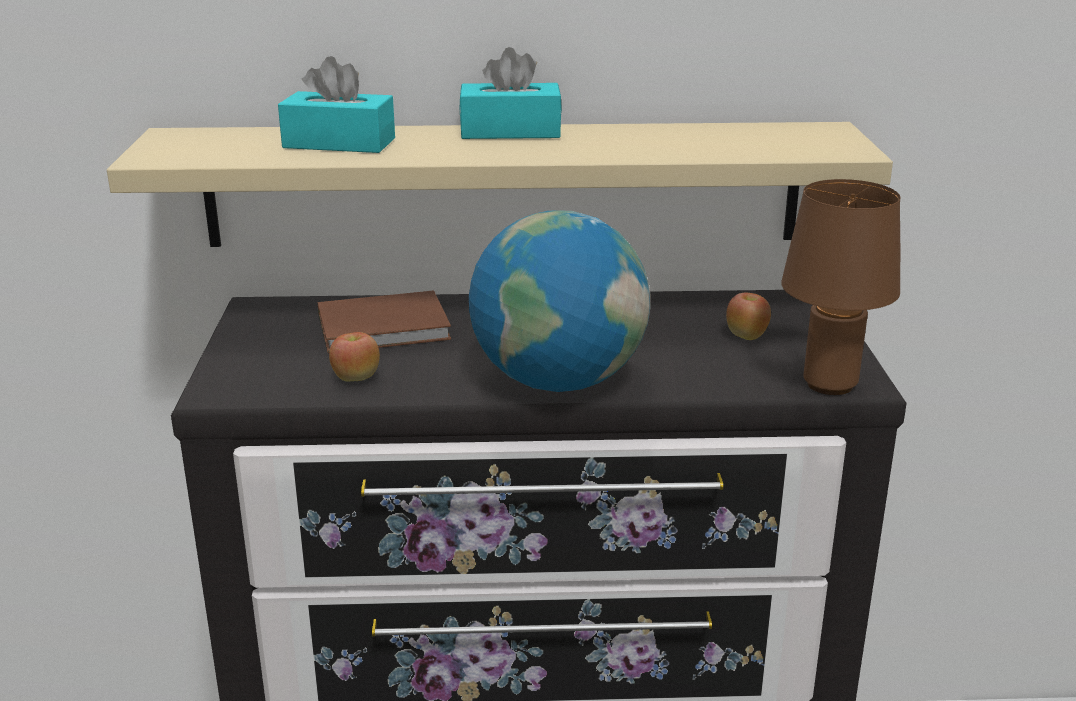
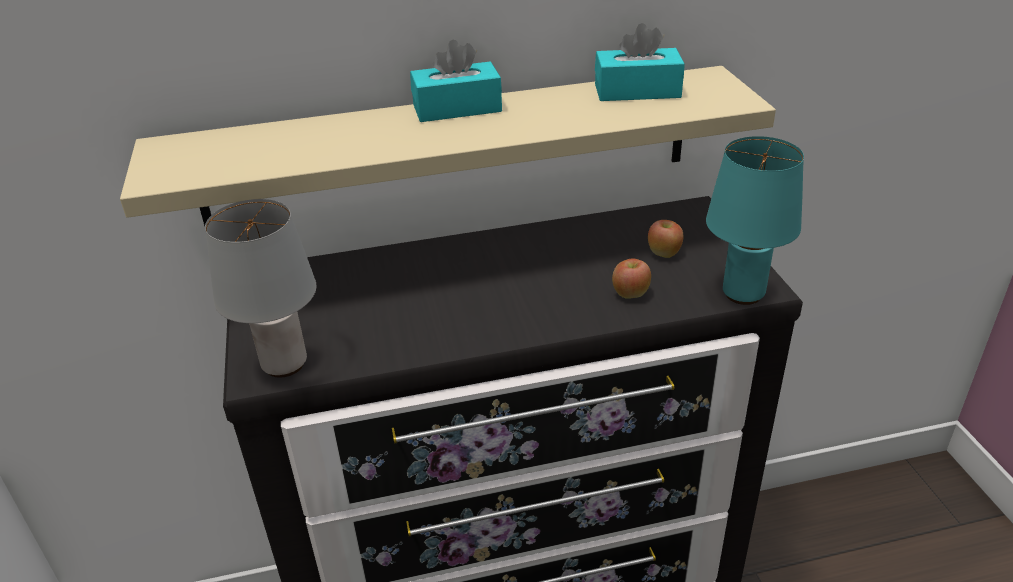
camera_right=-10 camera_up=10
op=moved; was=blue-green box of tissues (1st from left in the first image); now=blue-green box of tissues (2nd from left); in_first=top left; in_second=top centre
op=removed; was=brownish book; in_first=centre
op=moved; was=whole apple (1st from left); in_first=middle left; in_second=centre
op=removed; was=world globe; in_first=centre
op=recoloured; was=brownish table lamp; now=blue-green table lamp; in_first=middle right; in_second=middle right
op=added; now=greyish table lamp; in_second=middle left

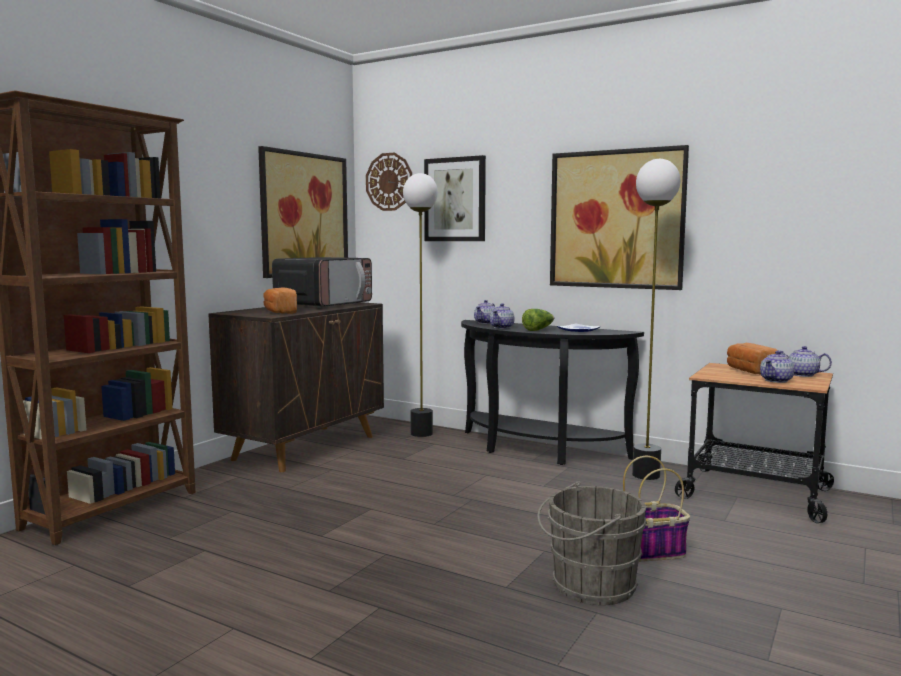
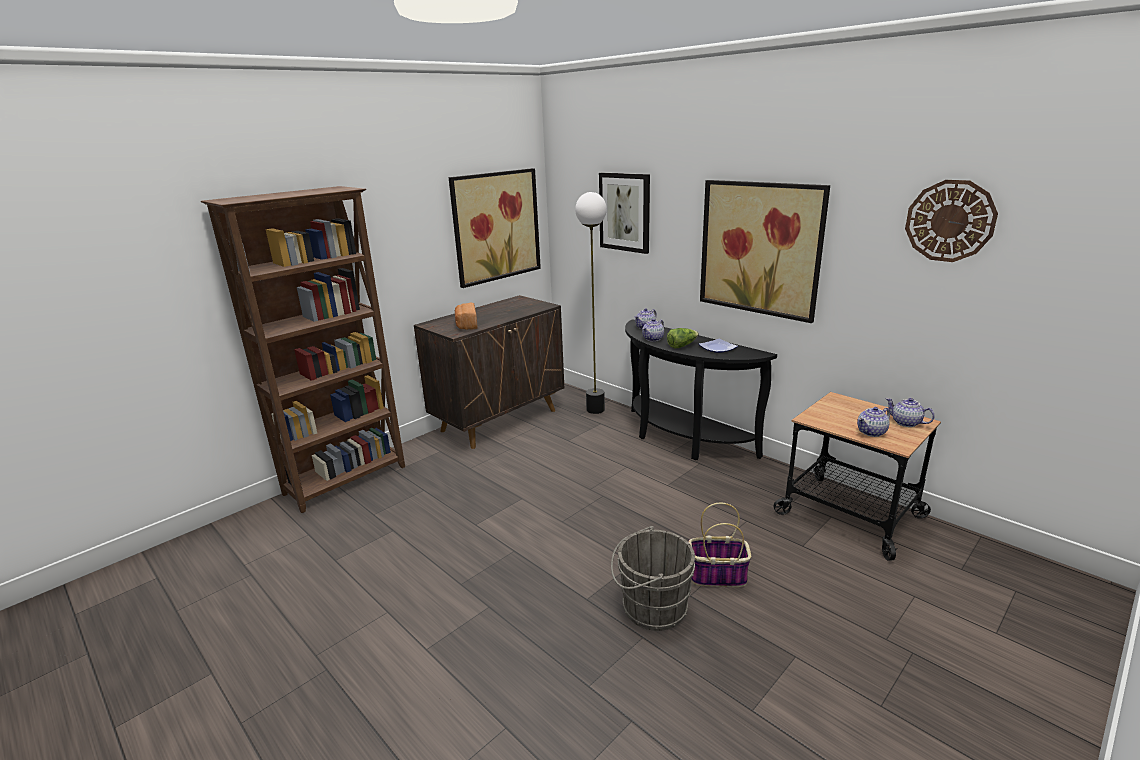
camera_right=15 camera_up=15
op=removed; was=microwave; in_first=centre
op=moved; was=wall clock; in_first=top centre; in_second=top right
op=removed; was=floor lamp (2nd from left); in_first=middle right
op=removed; was=bakery bread (2nd from left); in_first=middle right

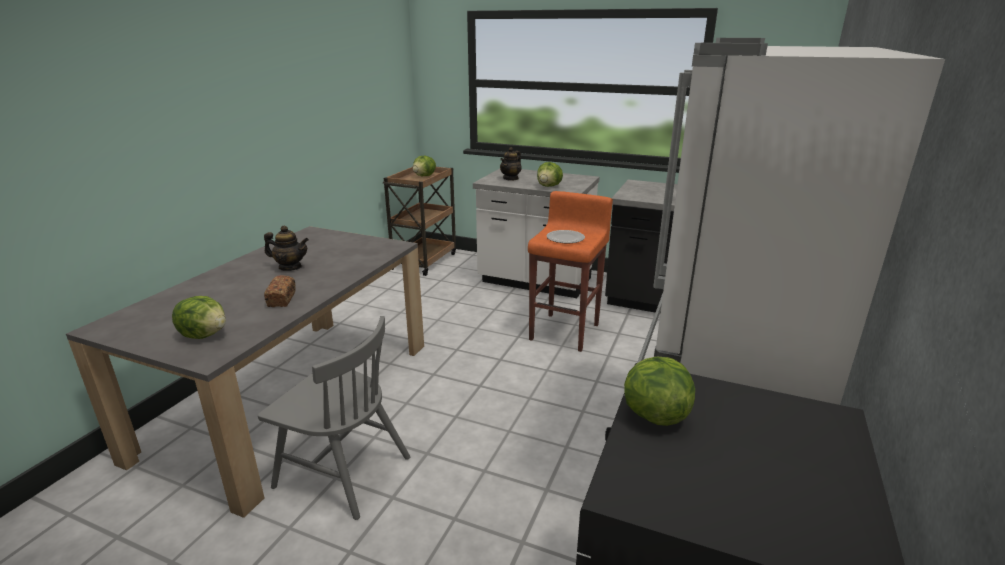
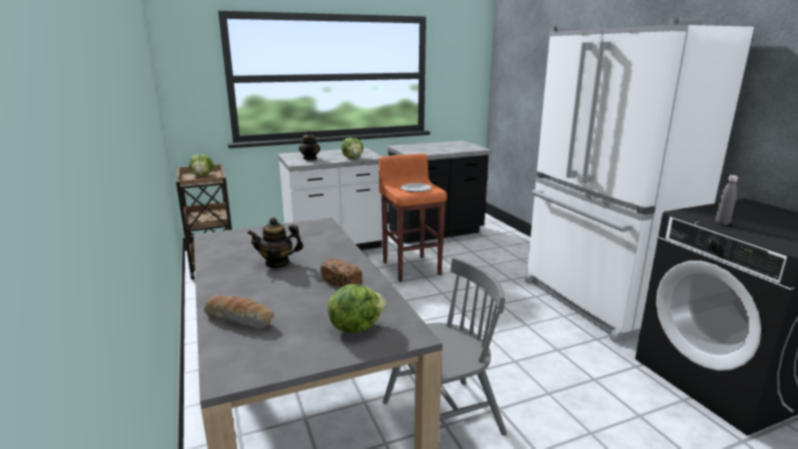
camera_right=-45 camera_up=-5
op=turned; was=pot for tea (1st from left); in_first=middle left; in_second=centre; clockwise=-150
op=replaced; was=lettuce head (4th from left); now=greyish drink bottle; in_first=bottom centre; in_second=middle right
op=added; now=bakery bread (1st from left); in_second=bottom left

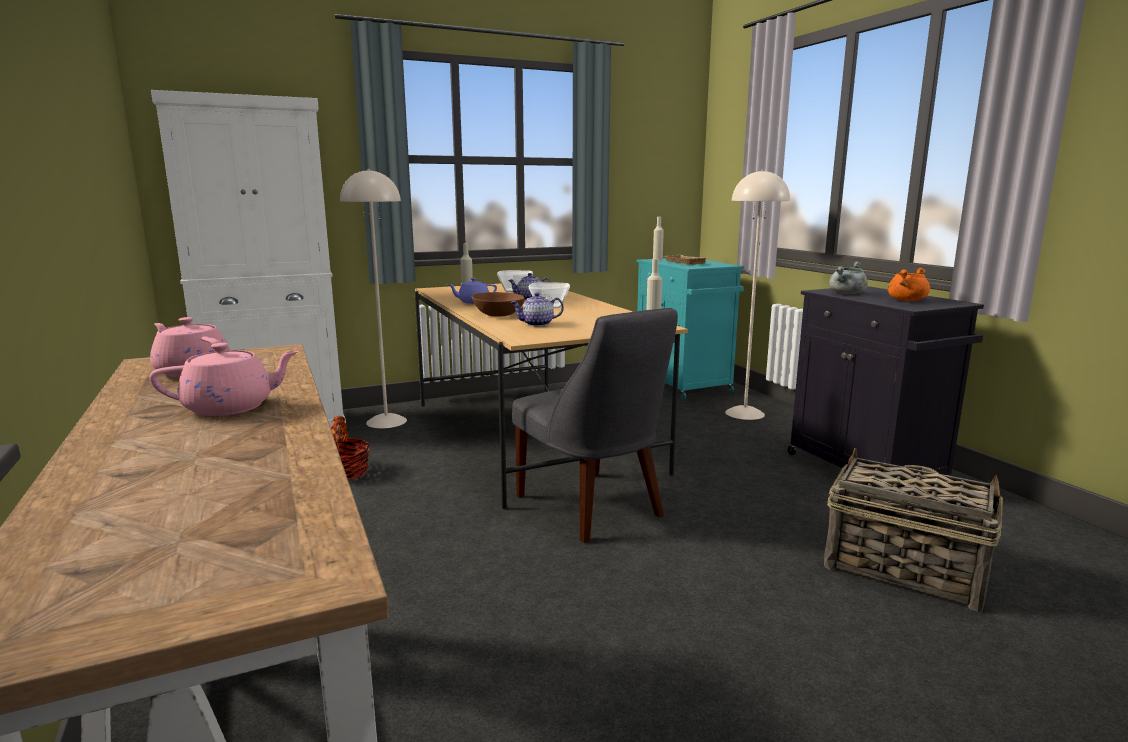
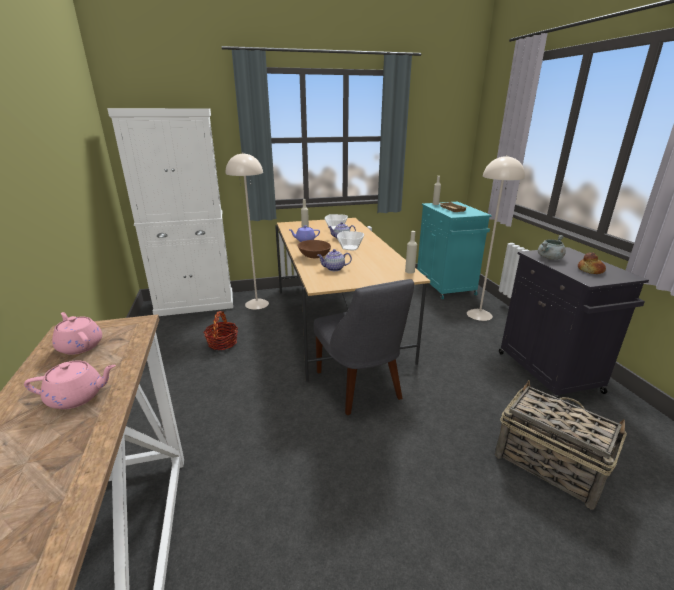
camera_right=10 camera_up=10
op=replaced; was=orange-coloured saucepot; now=bakery bread; in_first=middle right; in_second=middle right

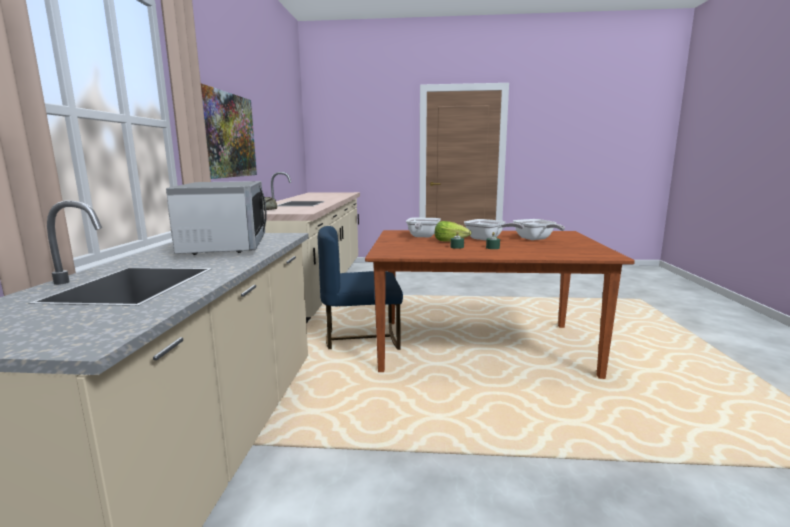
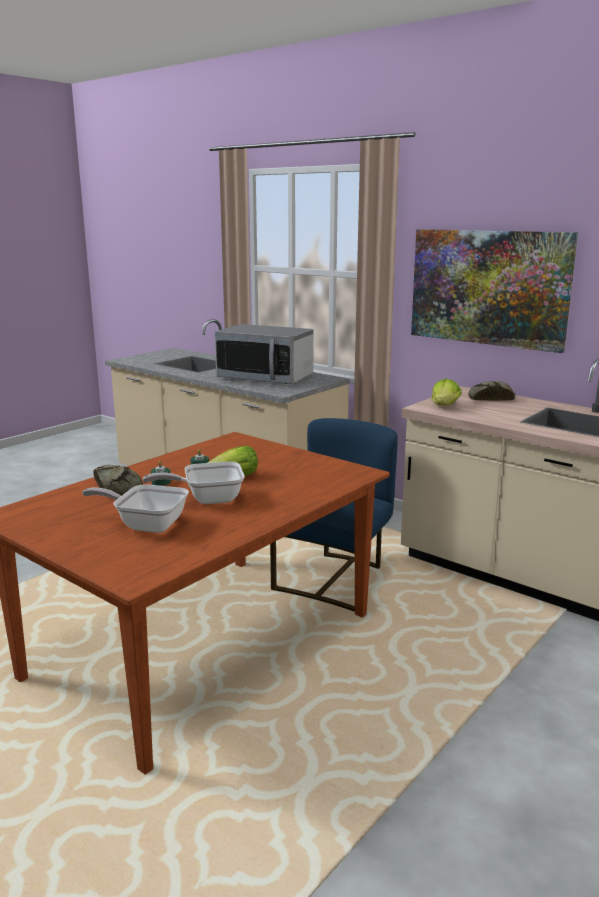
camera_right=125 camera_up=5
op=removed; was=skillet (1st from left); in_first=centre
op=added; now=bakery bread (1st from left); in_second=middle left
op=added; now=lettuce head (2nd from left); in_second=middle right

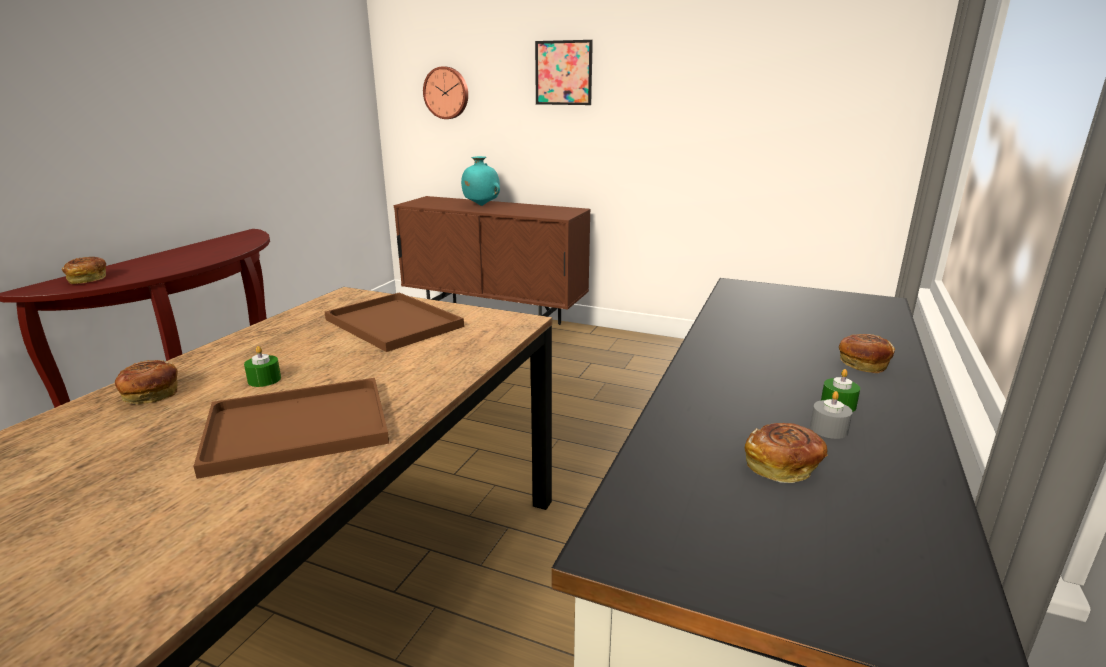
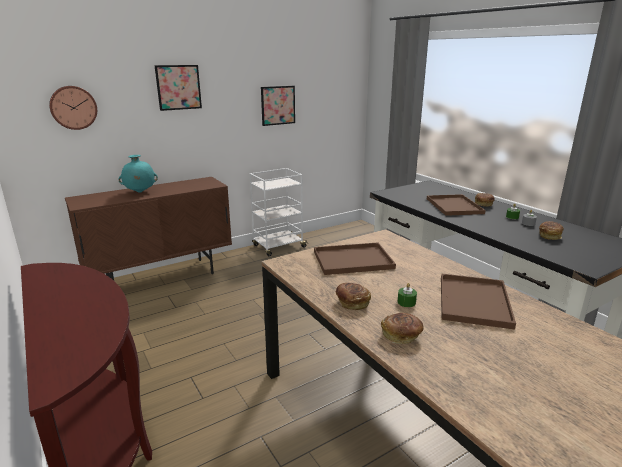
camera_right=-55 camera_up=0
op=moved; was=bakery bread (1st from left); in_first=middle left; in_second=centre
op=added; now=white cart; in_second=centre
op=added; now=wall art (2nd from left); in_second=top centre
op=added; now=brownish carrying tray (2nd from left); in_second=middle right

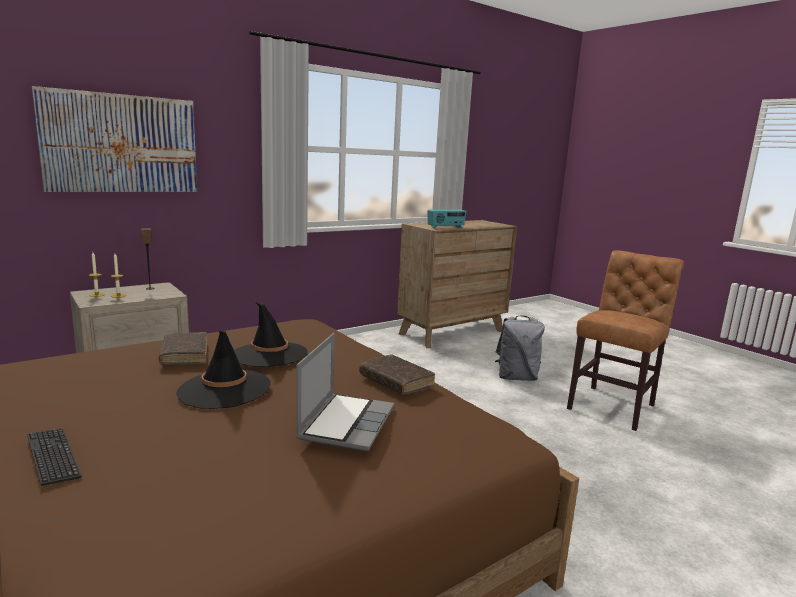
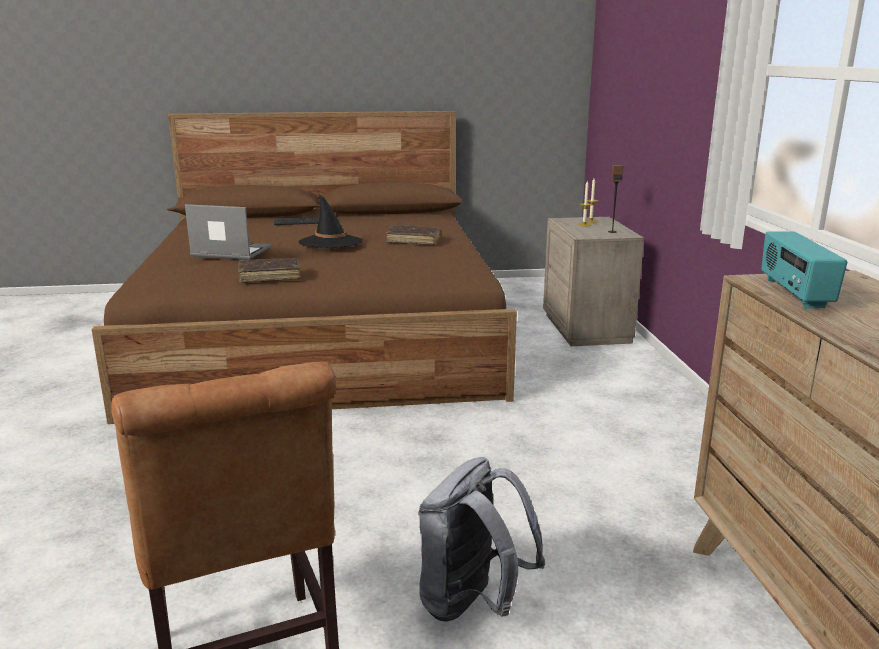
camera_right=120 camera_up=5
op=removed; was=wall art; in_first=top left
op=removed; was=black-coloured hat (2nd from left); in_first=centre
op=turned; was=notebook computer; in_first=centre; in_second=middle left; clockwise=150

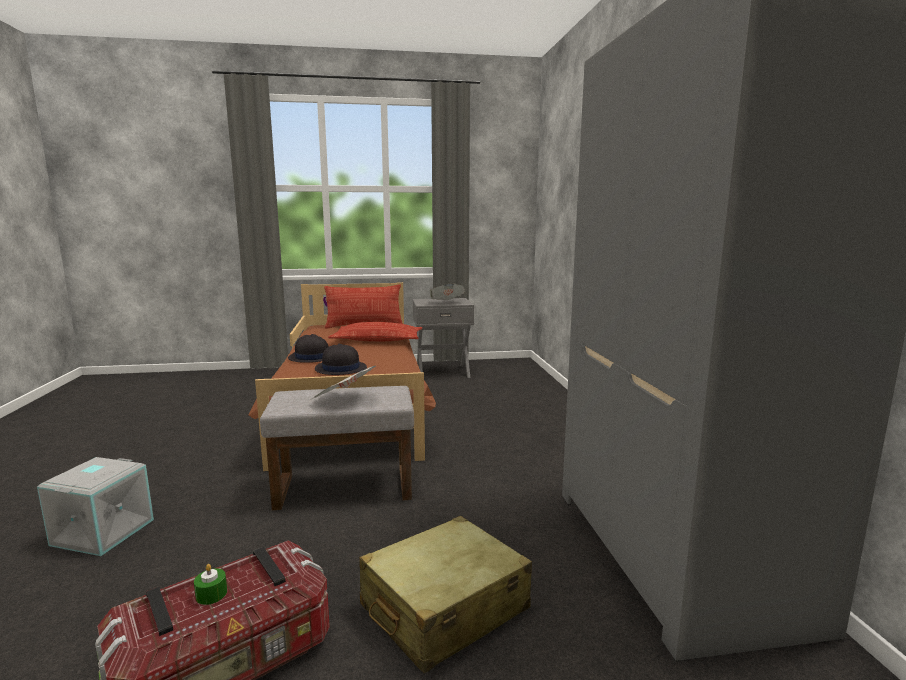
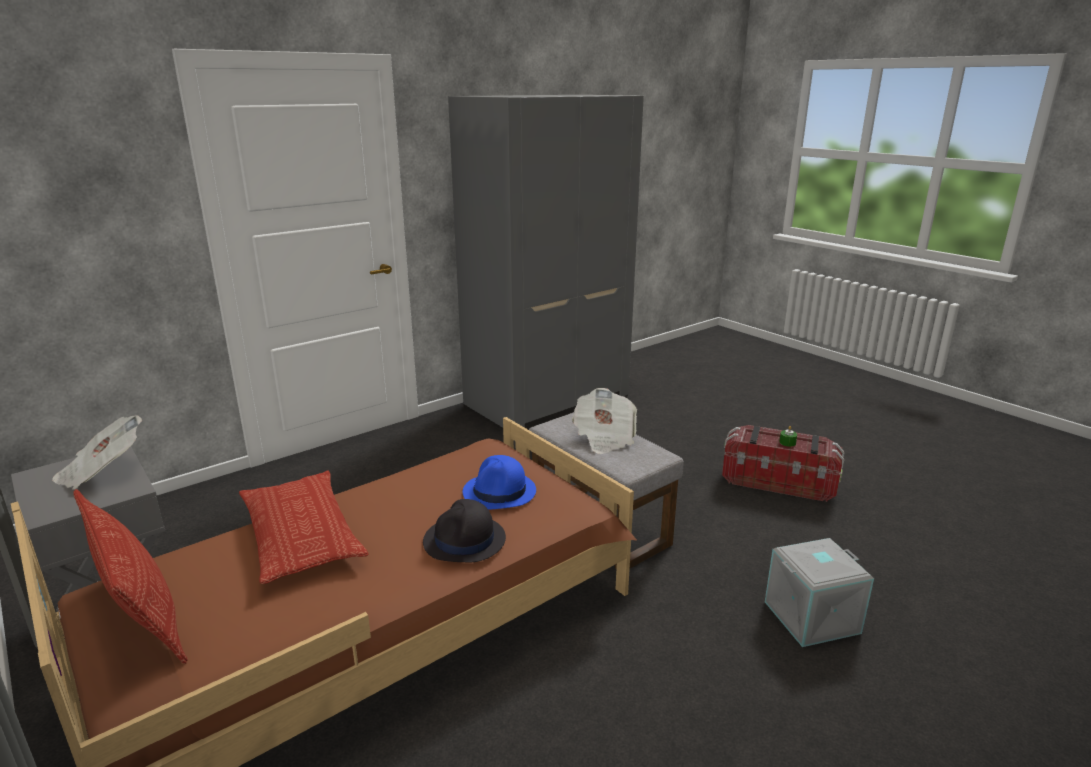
camera_right=-120 camera_up=10
op=recoloured; was=black-coloured hat (2nd from left); now=bluish hat; in_first=centre; in_second=centre
op=removed; was=sand-coloured travel case; in_first=bottom centre

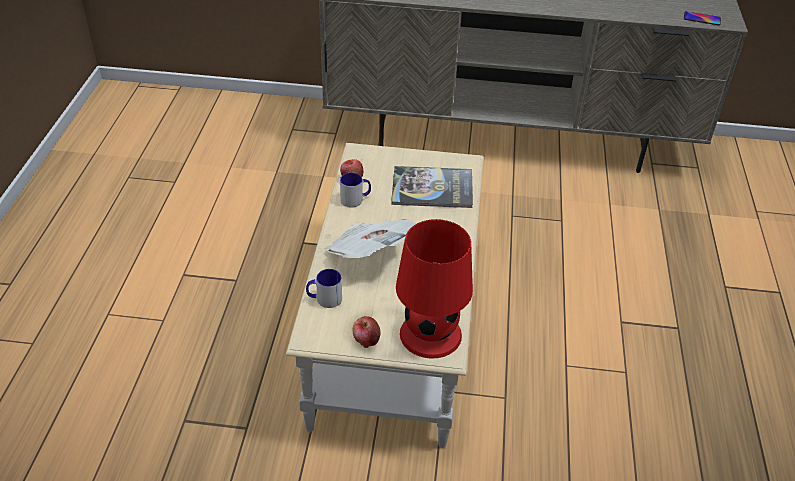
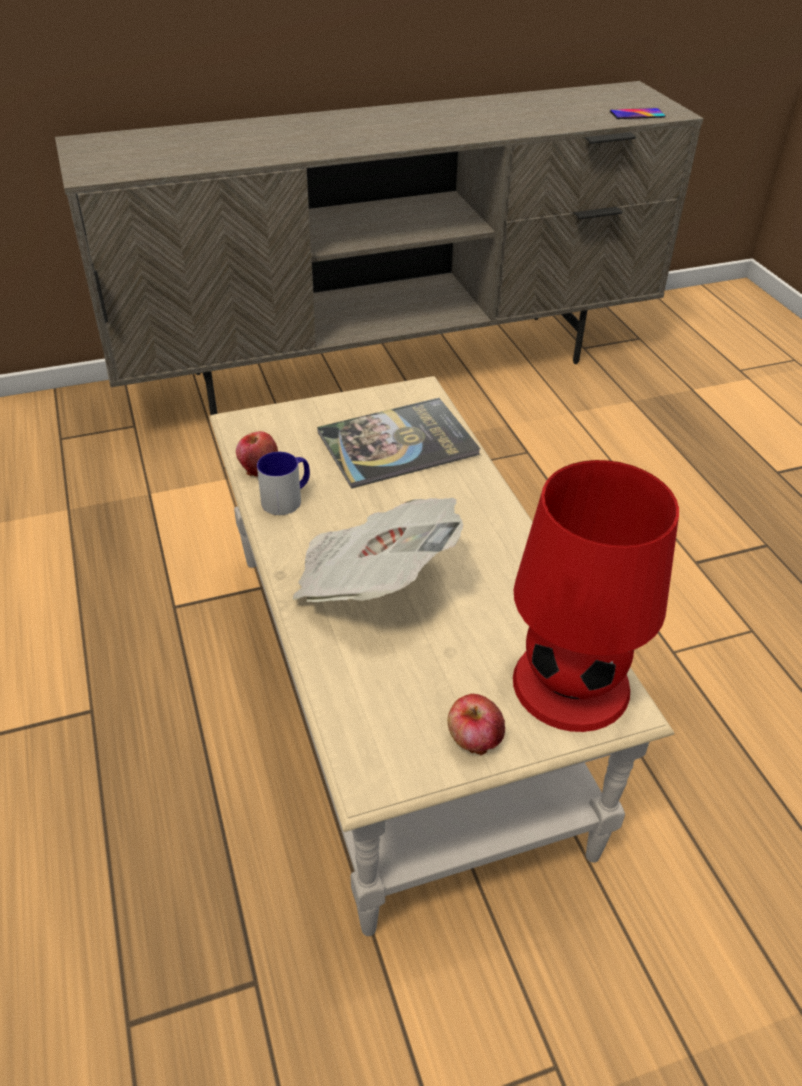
camera_right=-25 camera_up=0
op=removed; was=tea mug (1st from left); in_first=centre

